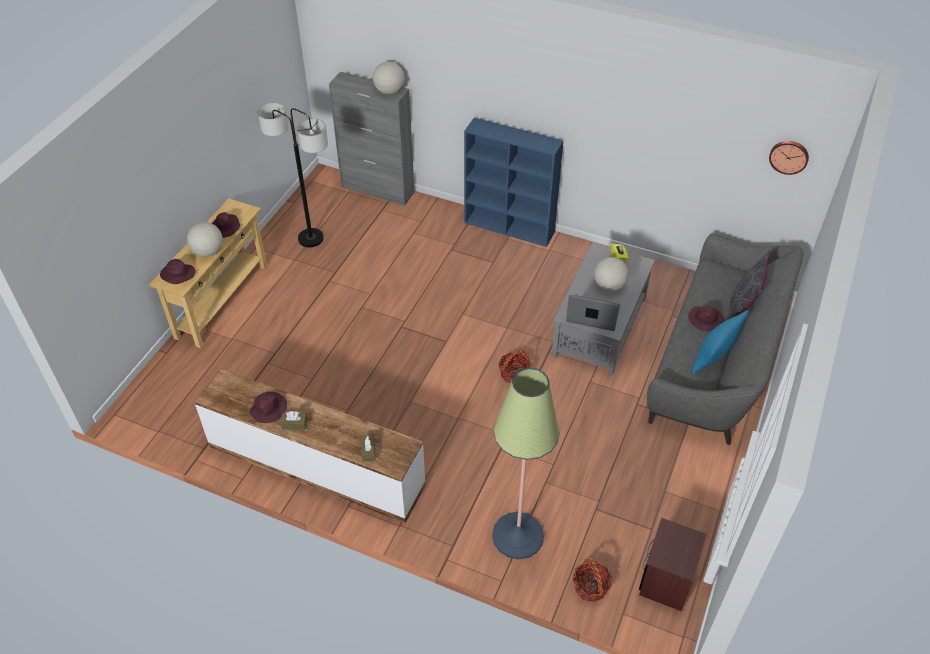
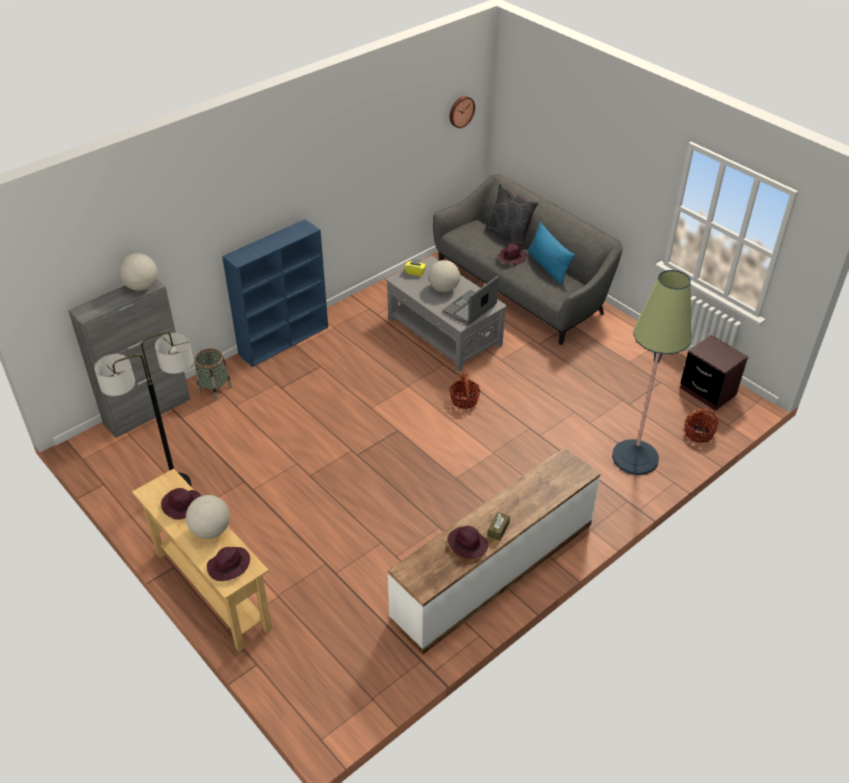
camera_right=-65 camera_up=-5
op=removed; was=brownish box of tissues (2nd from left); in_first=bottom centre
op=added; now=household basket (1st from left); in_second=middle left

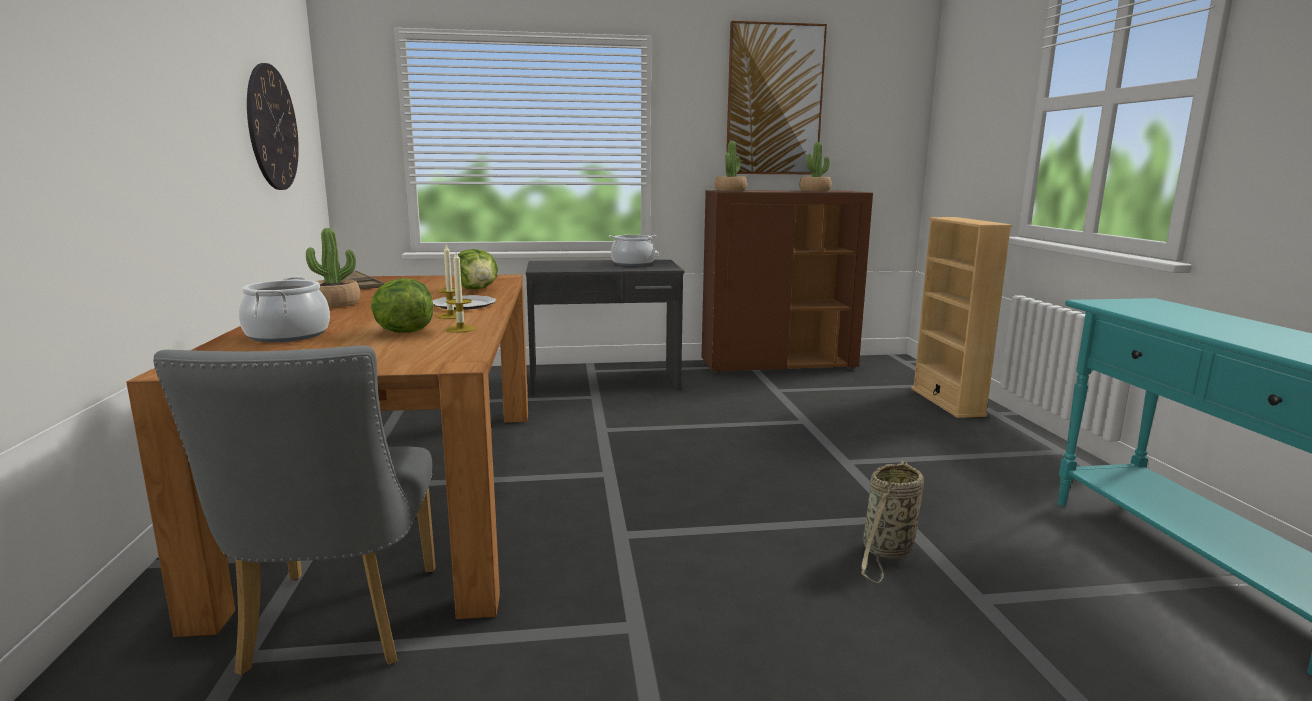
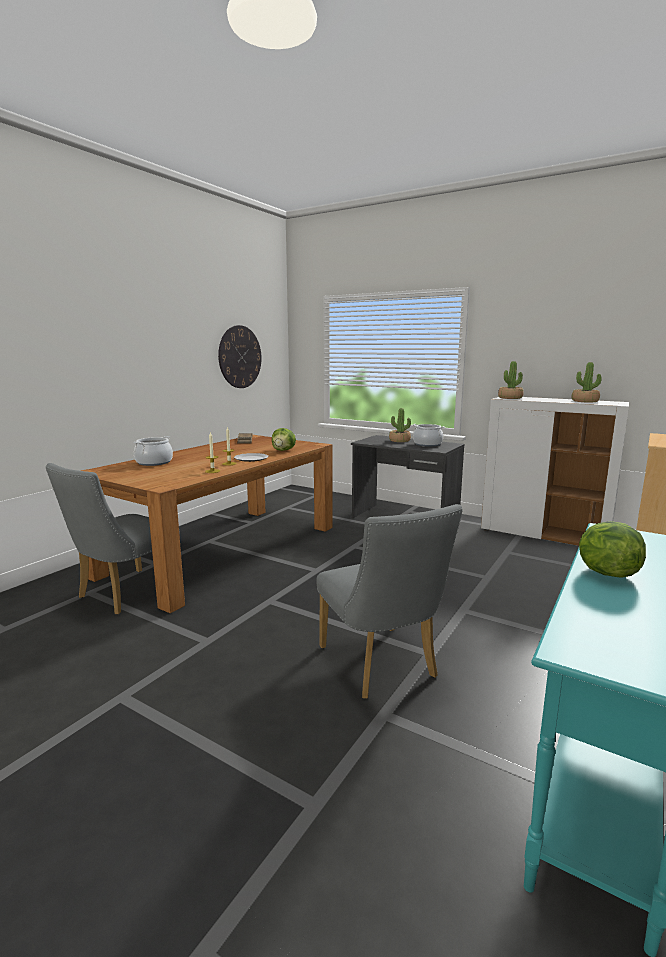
camera_right=40 camera_up=0
op=moved; was=plant in a pot (1st from left); in_first=middle left; in_second=centre
op=moved; was=lettuce head (1st from left in the first image); now=lettuce head (2nd from left); in_first=middle left; in_second=middle right
op=recoloured; was=brownish cupboard; now=white cupboard; in_first=centre; in_second=middle right
op=removed; was=wall art; in_first=top centre
op=replaced; was=household basket; now=greyish upright chair (2nd from left); in_first=bottom right; in_second=centre

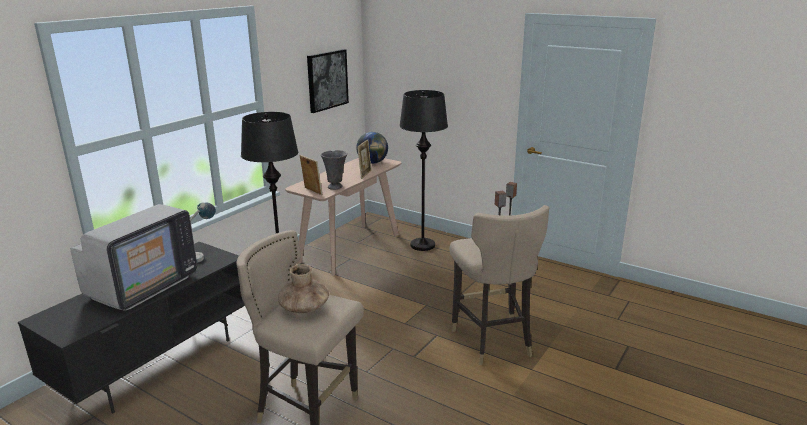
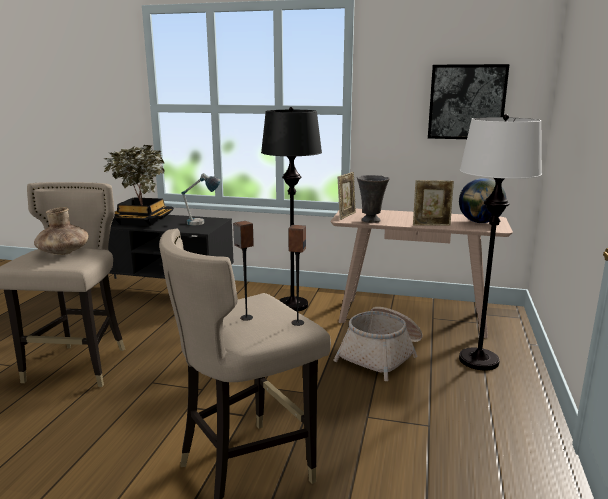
camera_right=70 camera_up=-5
op=replaced; was=television; now=plant in a pot; in_first=middle left; in_second=middle left
op=recoloured; was=black-coloured floor lamp (2nd from left); now=white floor lamp; in_first=centre; in_second=middle right
op=added; now=household basket; in_second=bottom centre

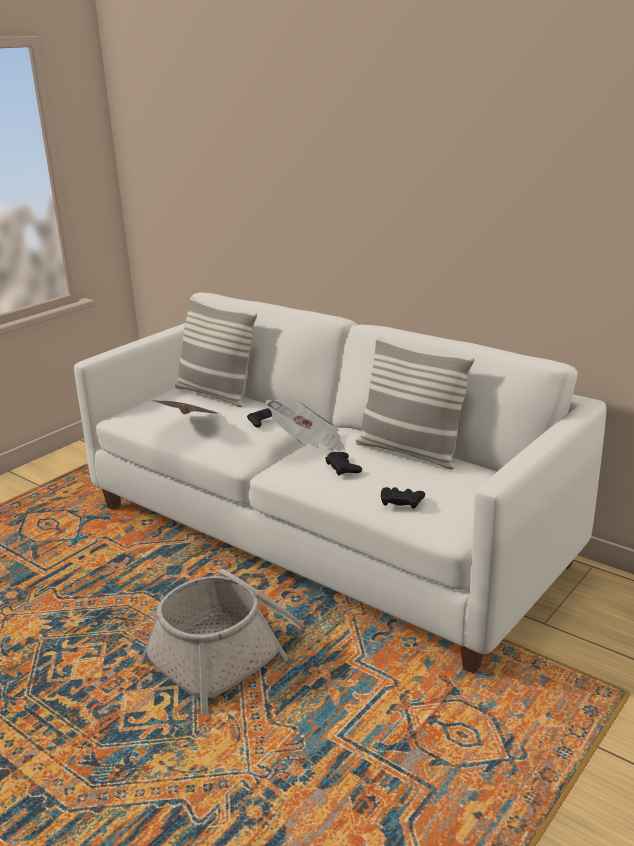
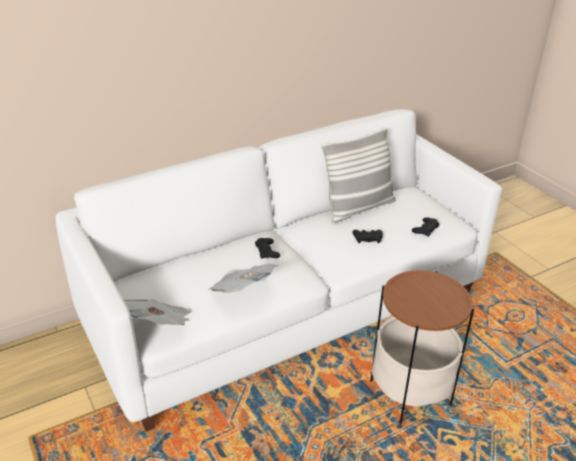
camera_right=-70 camera_up=10
op=replaced; was=household basket; now=end table; in_first=bottom centre; in_second=bottom right
op=removed; was=cushion (1st from left); in_first=centre
op=moved; was=newspaper (2nd from left in the first image); now=newspaper (1st from left); in_first=centre; in_second=bottom left

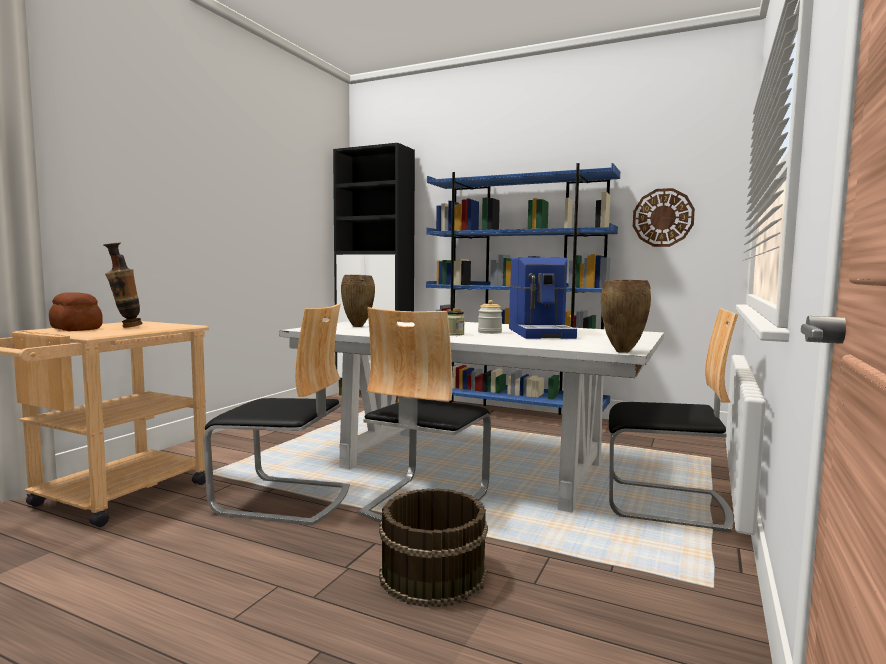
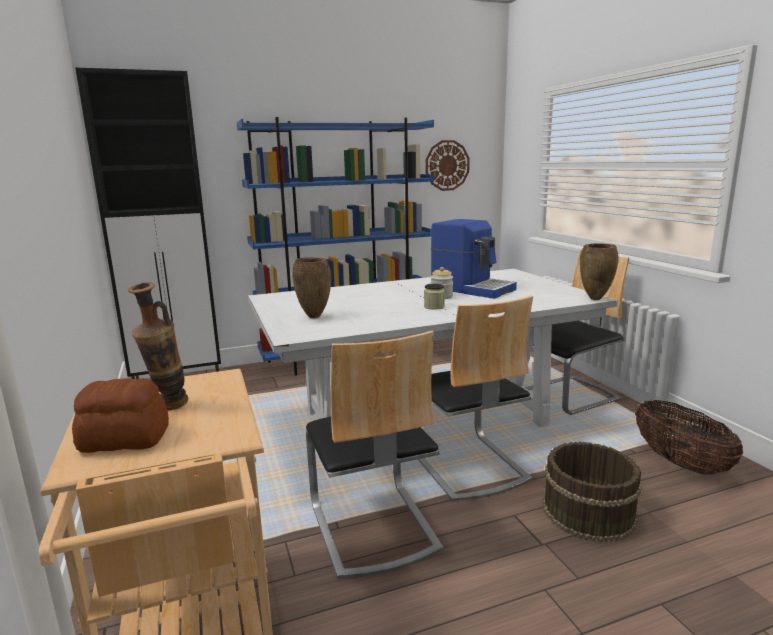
camera_right=-45 camera_up=10
op=turned; was=upright chair (1st from left); in_first=middle left; in_second=bottom centre; clockwise=105
op=added; now=household basket; in_second=bottom right

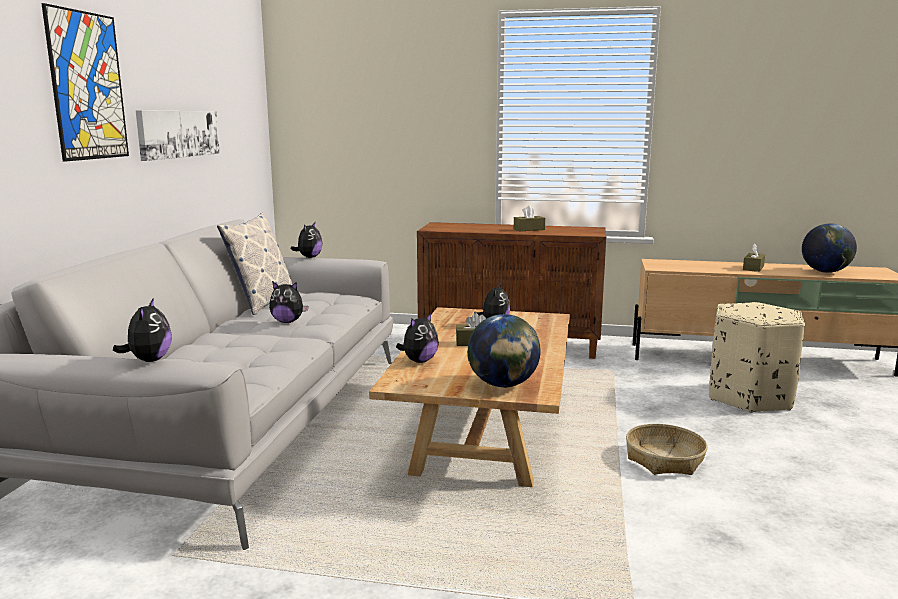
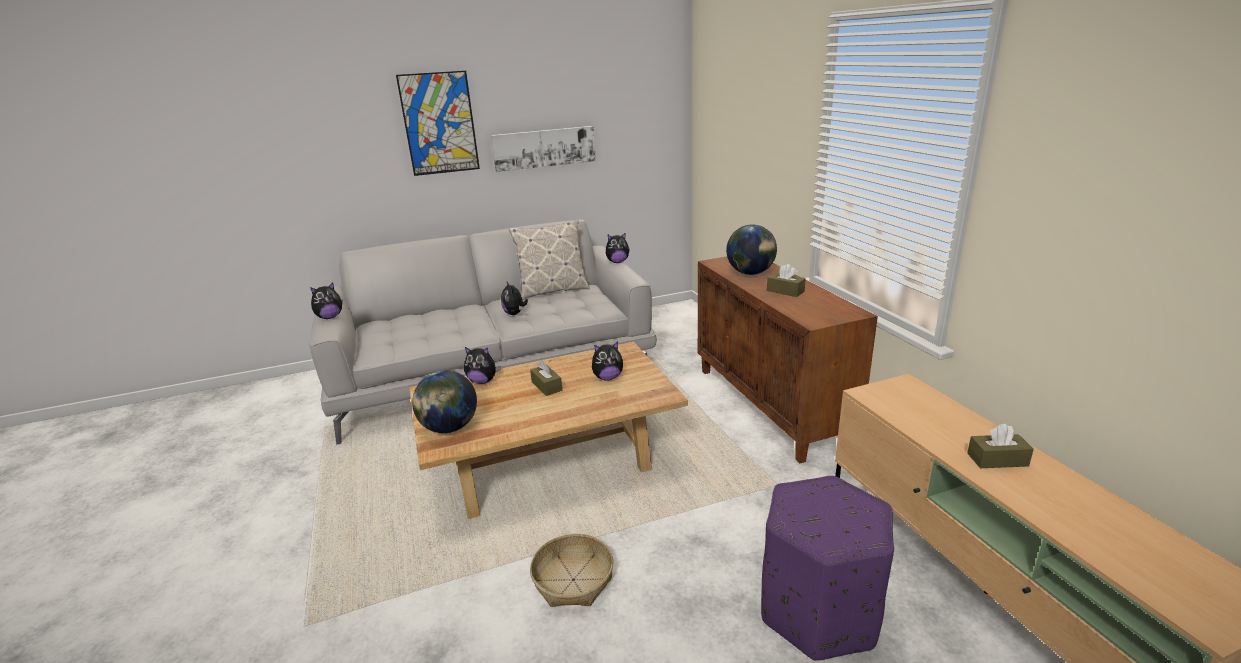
camera_right=60 camera_up=10
op=recoloured; was=sand-coloured ottoman; now=purple ottoman; in_first=middle right; in_second=bottom centre
op=moved; was=world globe (2nd from left); in_first=middle right; in_second=centre

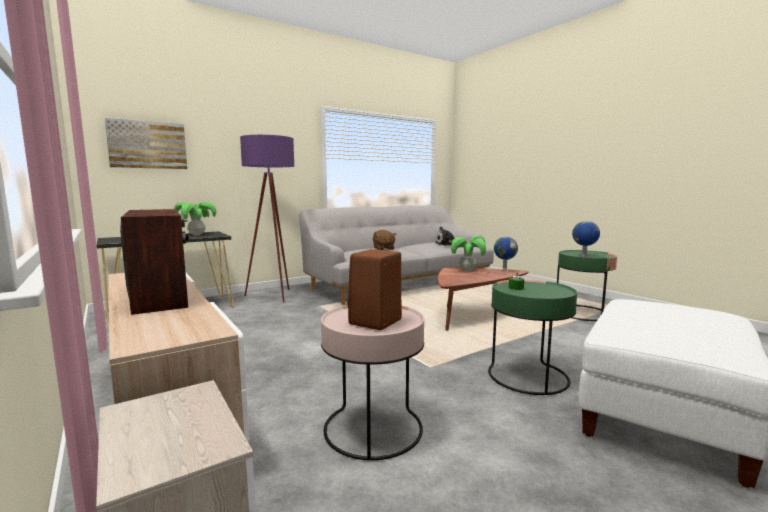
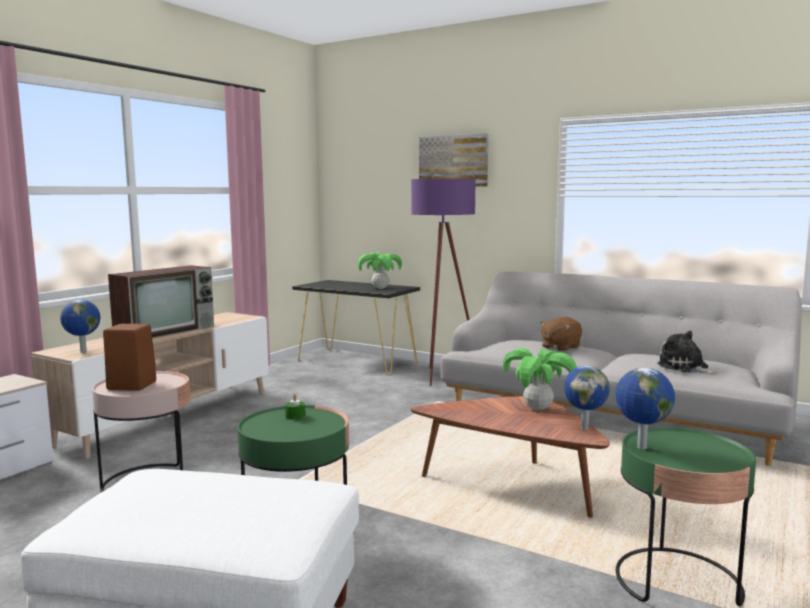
camera_right=65 camera_up=0
op=moved; was=wall art; in_first=top left; in_second=top centre
op=added; now=world globe (1st from left); in_second=middle left

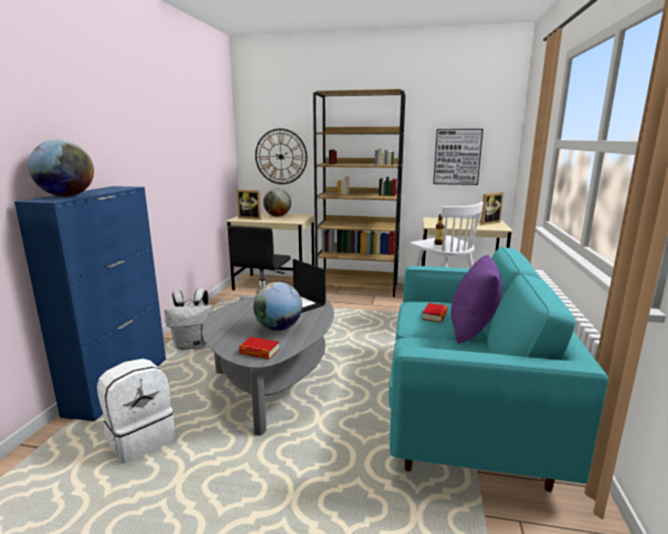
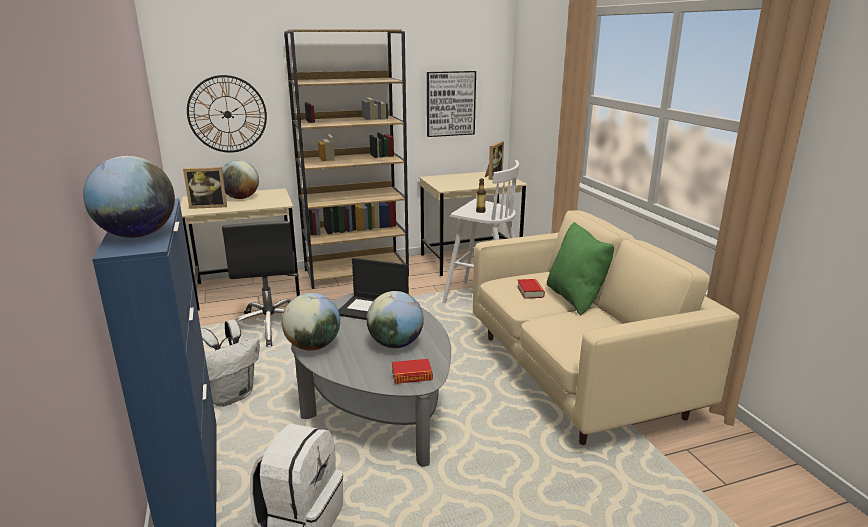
camera_right=-30 camera_up=5
op=recoloured; was=blue-green couch; now=sand-coloured couch; in_first=bottom right; in_second=middle right
op=recoloured; was=purple cushion; now=green-coloured cushion; in_first=middle right; in_second=middle right
op=added; now=world globe (3rd from left); in_second=centre

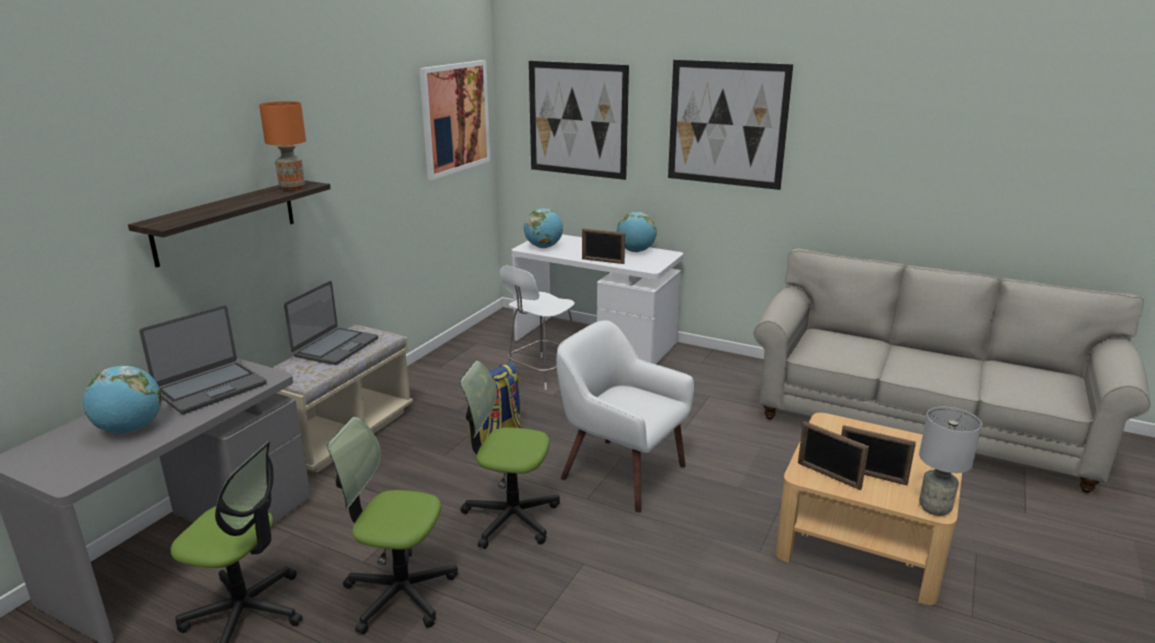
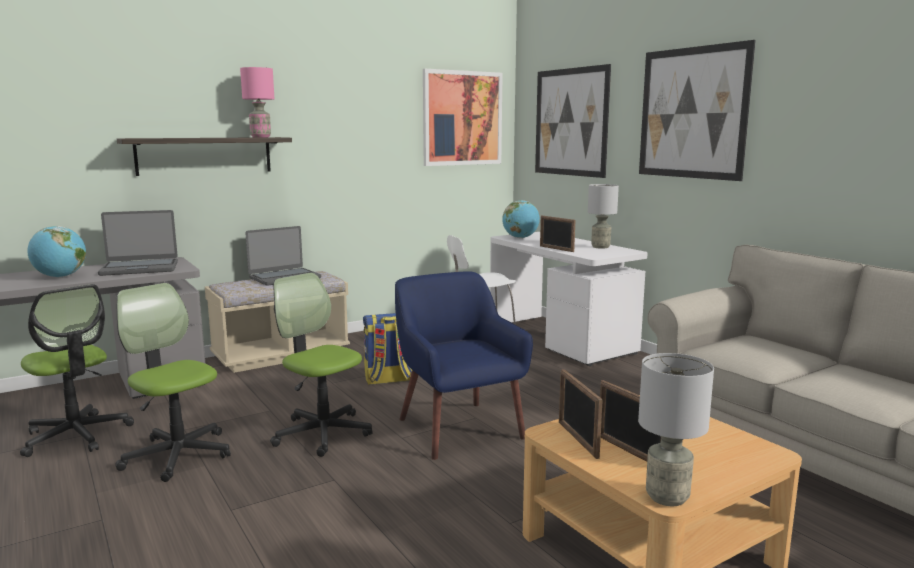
camera_right=30 camera_up=-10
op=recoloured; was=orange-coloured table lamp; now=pinkish table lamp; in_first=top left; in_second=top left
op=recoloured; was=white easy chair; now=bluish easy chair; in_first=centre; in_second=centre
op=replaced; was=world globe (3rd from left); now=greyish table lamp (1st from left); in_first=centre; in_second=centre

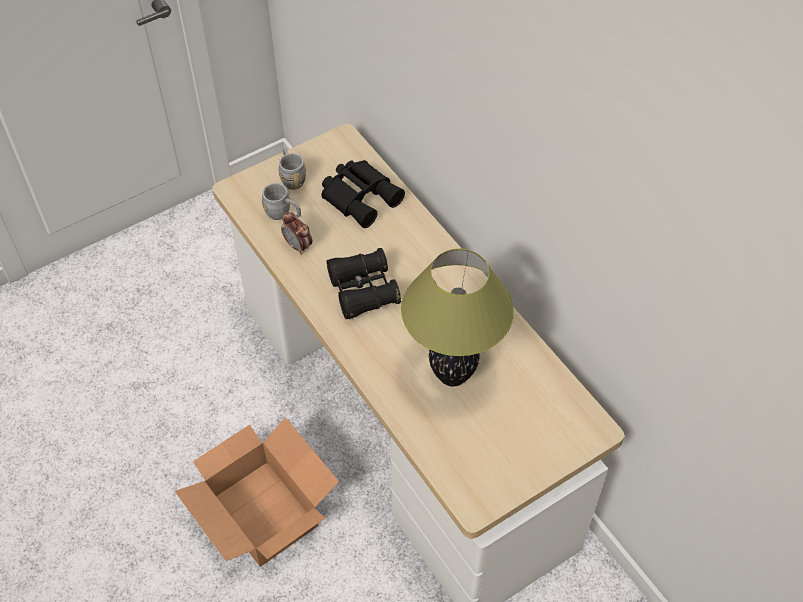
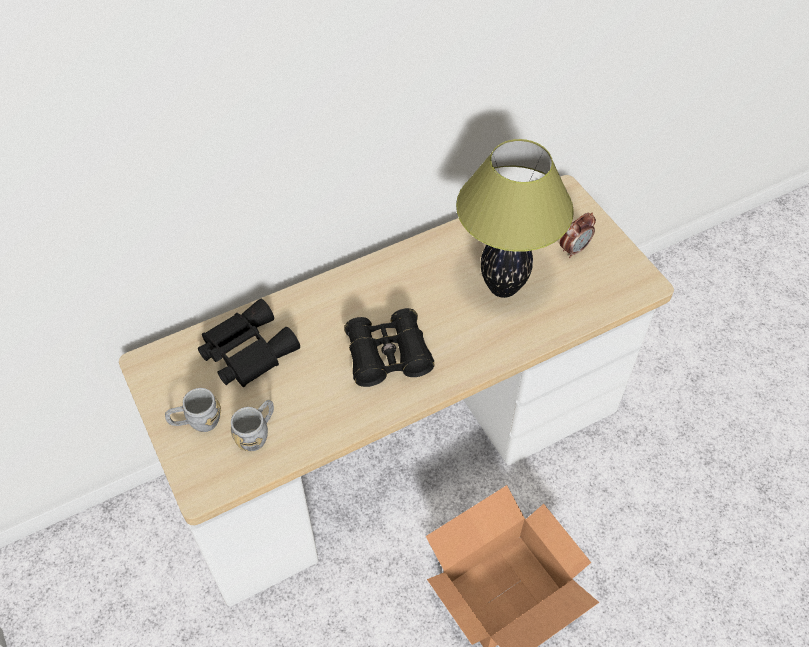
camera_right=-85 camera_up=0
op=moved; was=alarm clock; in_first=centre; in_second=middle right

